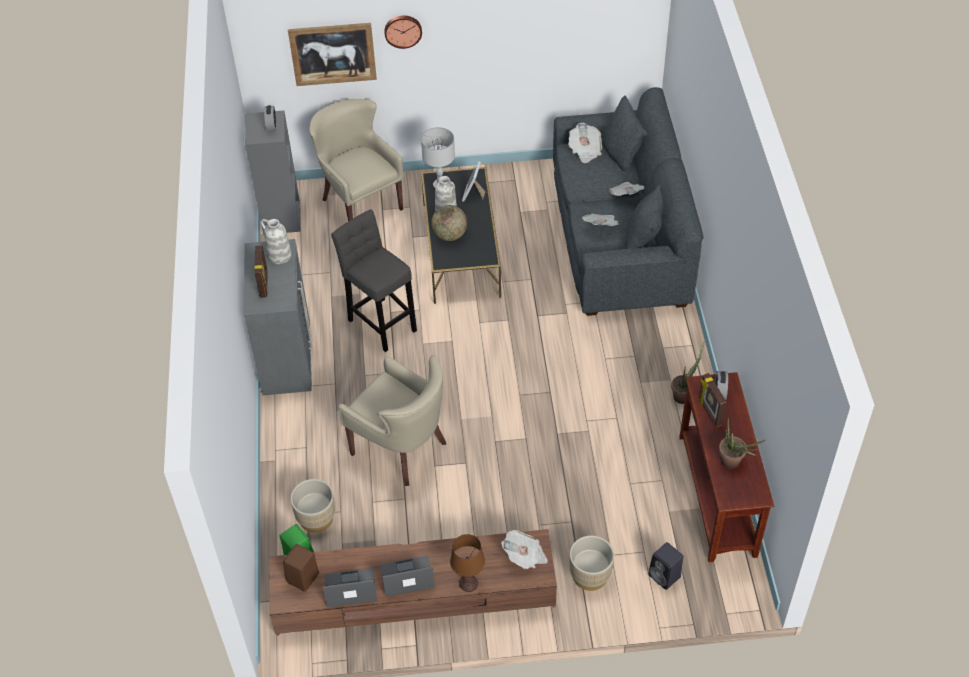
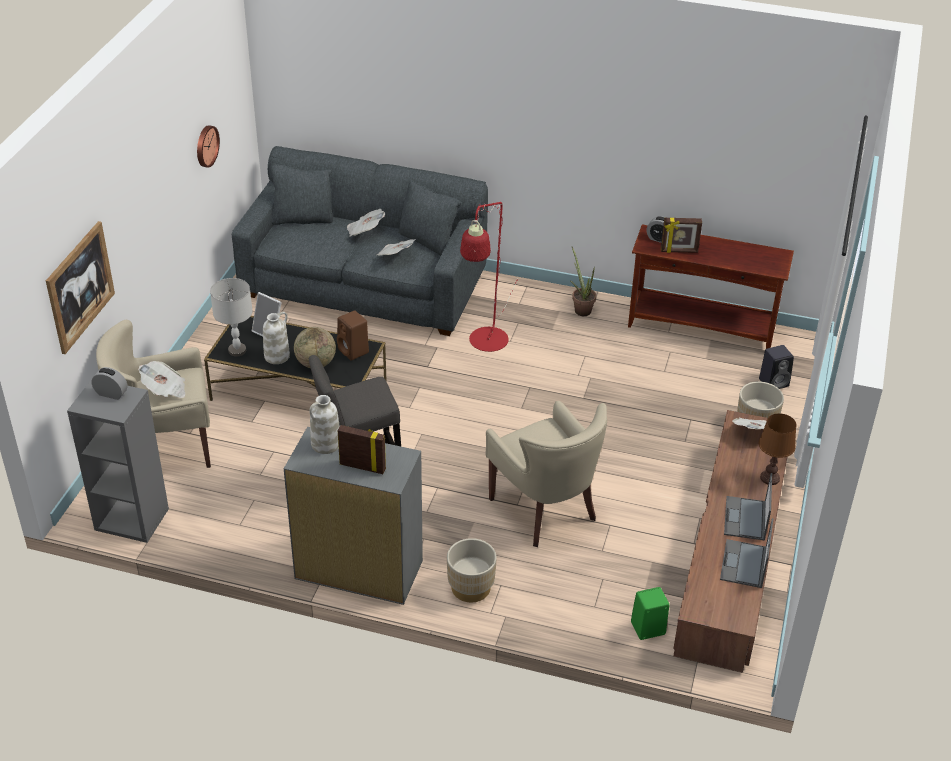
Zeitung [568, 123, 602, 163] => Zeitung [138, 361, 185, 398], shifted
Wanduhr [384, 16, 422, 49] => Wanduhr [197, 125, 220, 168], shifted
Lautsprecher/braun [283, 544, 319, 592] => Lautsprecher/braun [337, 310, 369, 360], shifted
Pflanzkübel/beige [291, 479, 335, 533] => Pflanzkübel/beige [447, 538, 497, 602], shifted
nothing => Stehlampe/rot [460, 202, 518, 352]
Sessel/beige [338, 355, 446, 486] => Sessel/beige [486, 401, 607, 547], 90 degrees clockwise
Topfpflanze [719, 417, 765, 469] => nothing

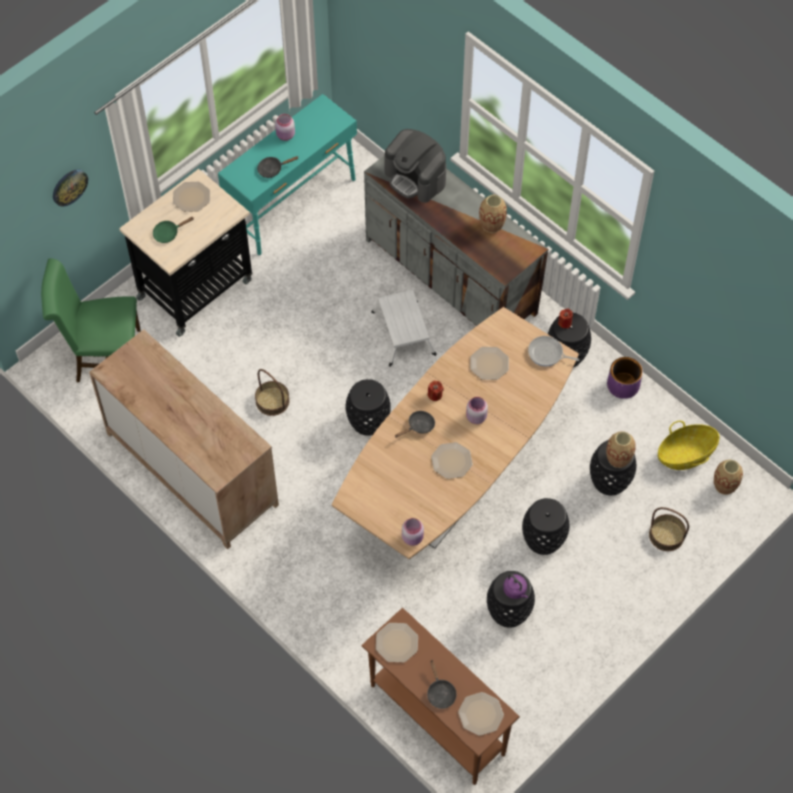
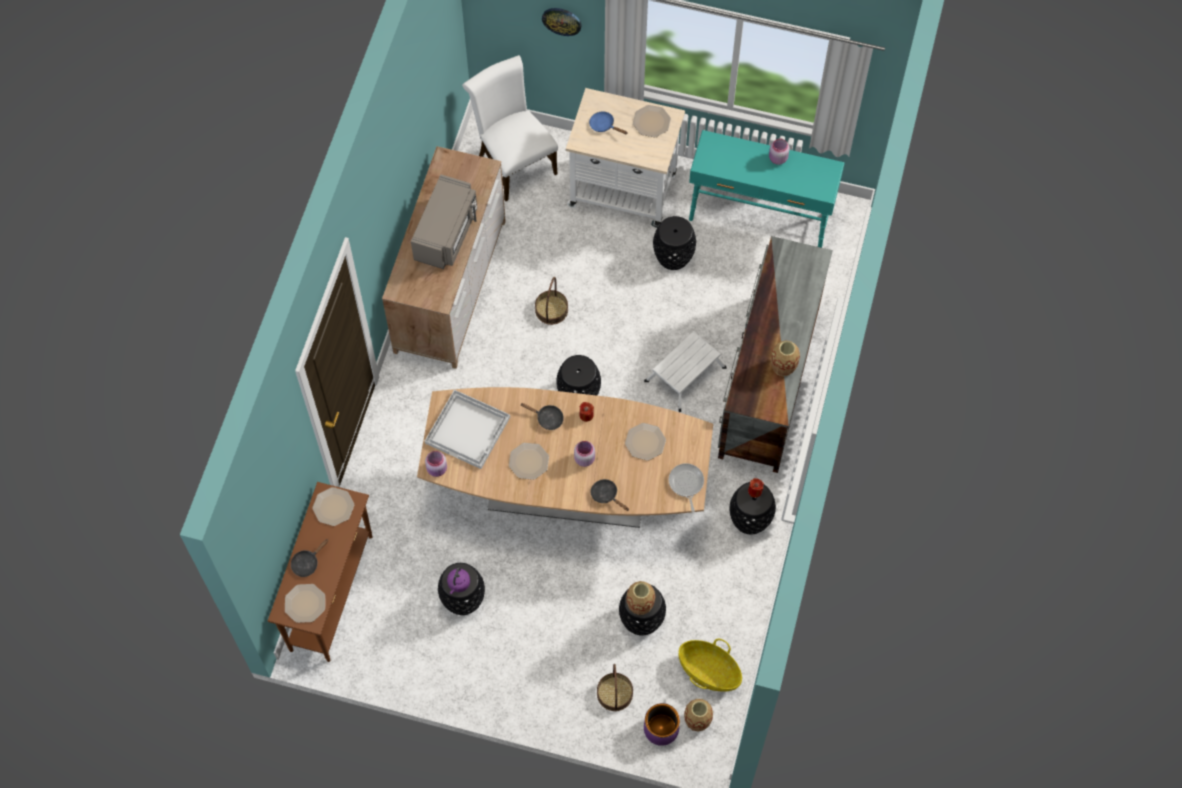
nothing => Mikrowelle/grau [411, 174, 477, 269]
nothing => Tablett/weiß [425, 390, 510, 469]
Stuhl/grün [41, 258, 141, 383] => Stuhl/weiß [462, 55, 558, 201]
Rollwagen/schwarz [119, 169, 252, 337] => Rollwagen/weiß [566, 88, 685, 228]
Pfanne/grün [153, 217, 194, 243] => Pfanne/blau [589, 112, 628, 134]
Pfanne/schwarz [257, 156, 298, 178] => Pfanne/schwarz [590, 479, 629, 511], shifted
Pflanzkübel/lila [607, 357, 643, 399] => Pflanzkübel/lila [644, 703, 680, 746], shifted
Hocker/schwarz [522, 498, 569, 555] => Hocker/schwarz [653, 216, 696, 270], shifted
Kaffeemaschine [384, 129, 446, 203] => nothing

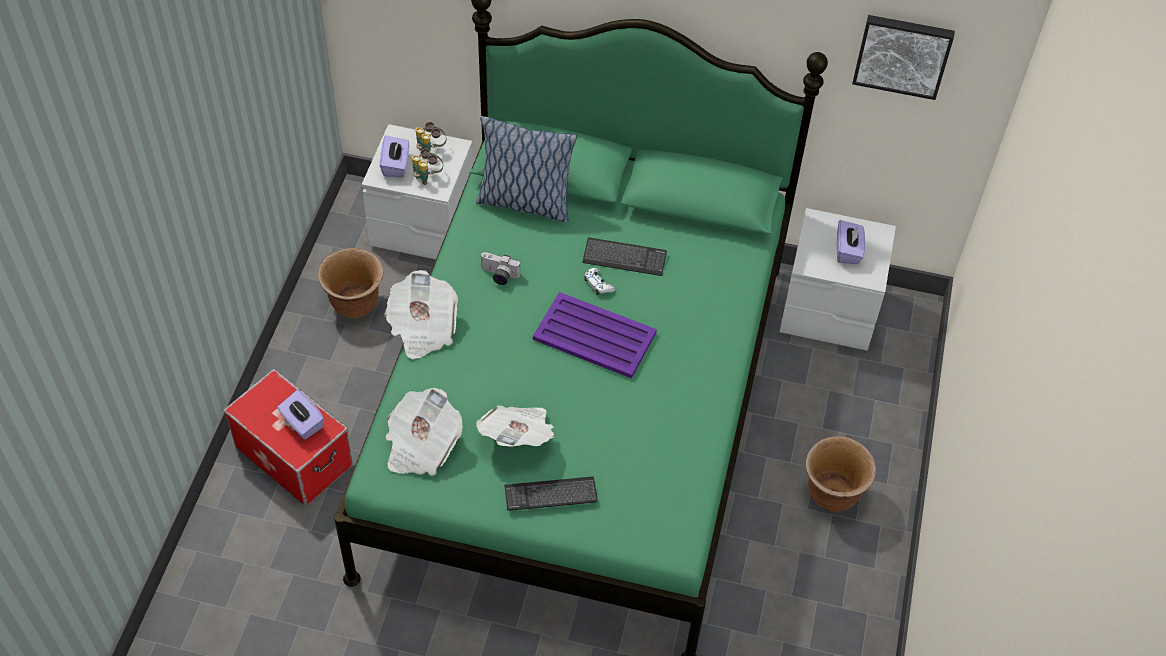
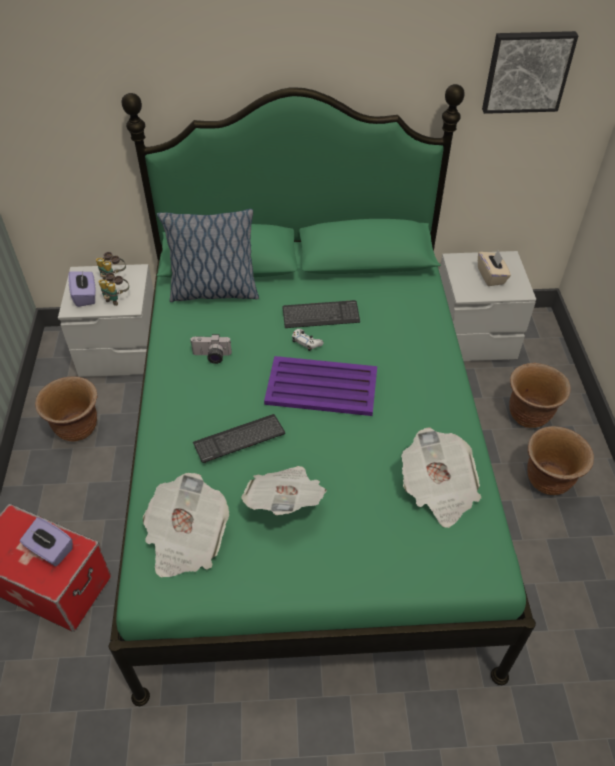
Tastatur [504, 476, 598, 511] => Tastatur [193, 414, 285, 463], shifted
Zeitung [385, 270, 458, 359] => Zeitung [401, 427, 481, 528], shifted
Taschentuchbox/lila [837, 220, 865, 264] => Taschentuchbox/beige [478, 250, 511, 286]
nothing => Pflanzkübel/braun [509, 363, 571, 428]

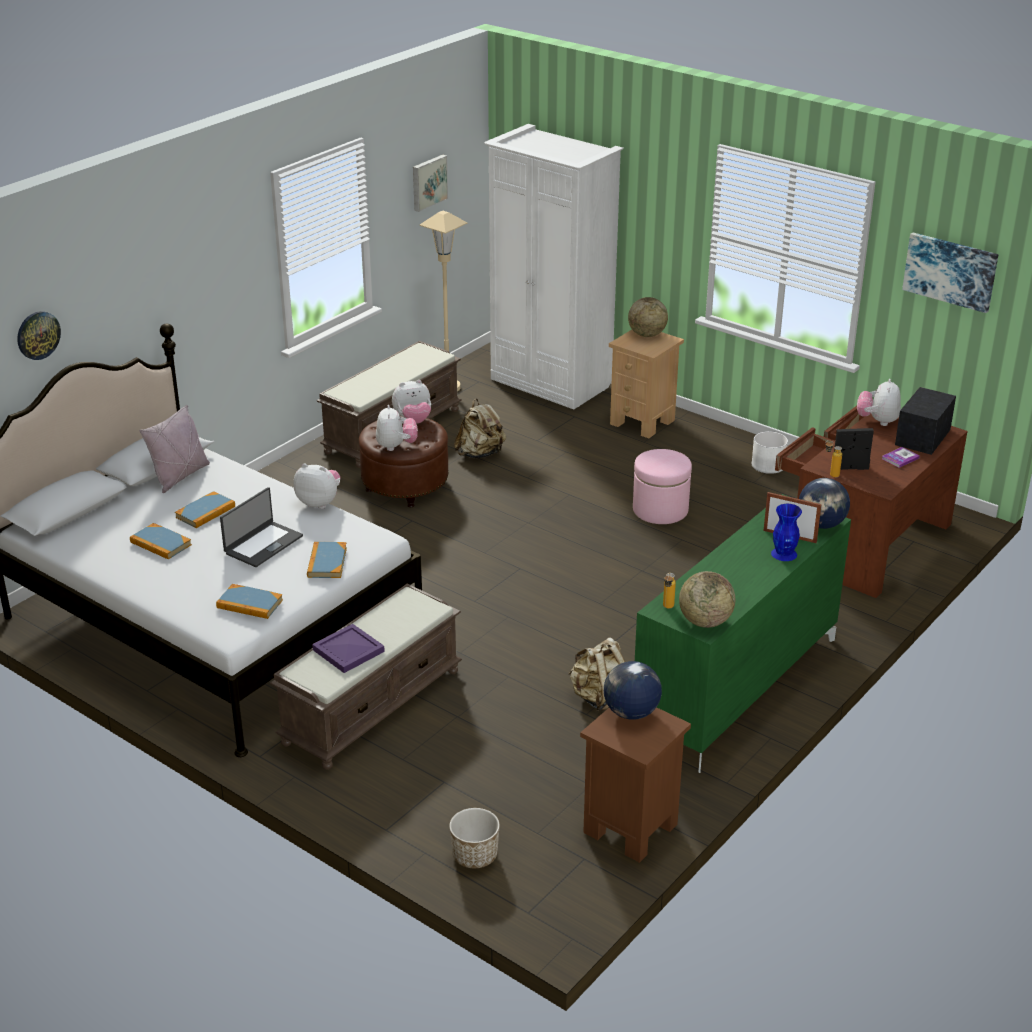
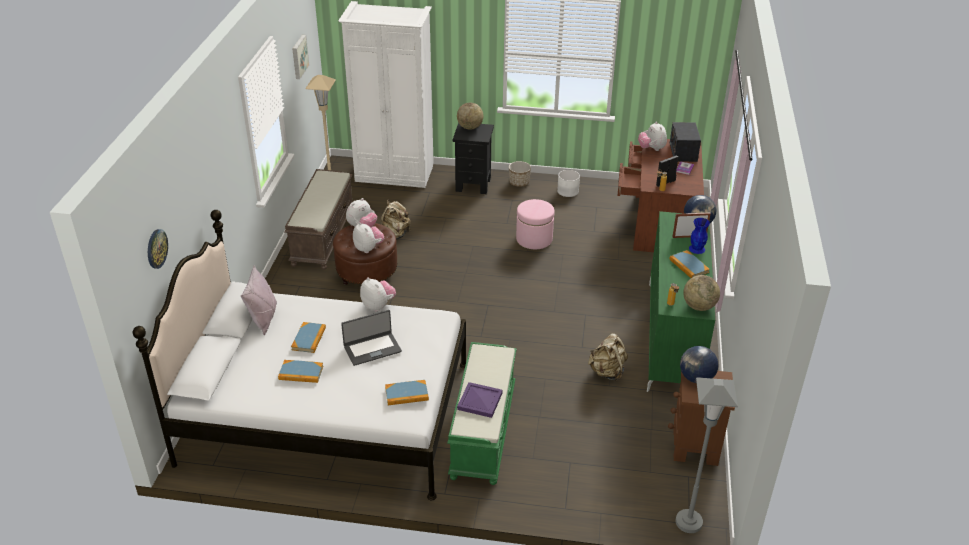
Laptop [220, 487, 303, 567] => Laptop [341, 310, 402, 366], 60 degrees clockwise
Plüschtier [293, 463, 340, 509] => Plüschtier [360, 277, 396, 312], 60 degrees clockwise
Bank/braun [270, 584, 462, 770] => Bank/grün [447, 342, 517, 485]
Nachttisch/beige [609, 330, 684, 438] => Nachttisch/schwarz [453, 123, 494, 194]
Pflanzkübel [449, 808, 500, 868] => Pflanzkübel [509, 161, 531, 187], shifted
Buch [307, 542, 347, 578] => Buch [669, 250, 710, 278], shifted
nothing => Stehlampe/grau [676, 377, 738, 533]
Bild [902, 232, 998, 313] => nothing

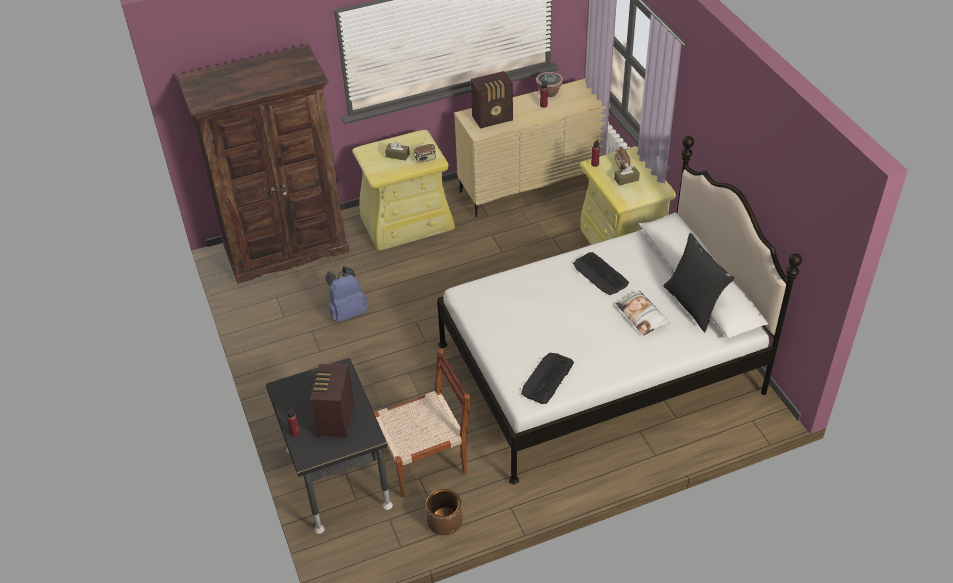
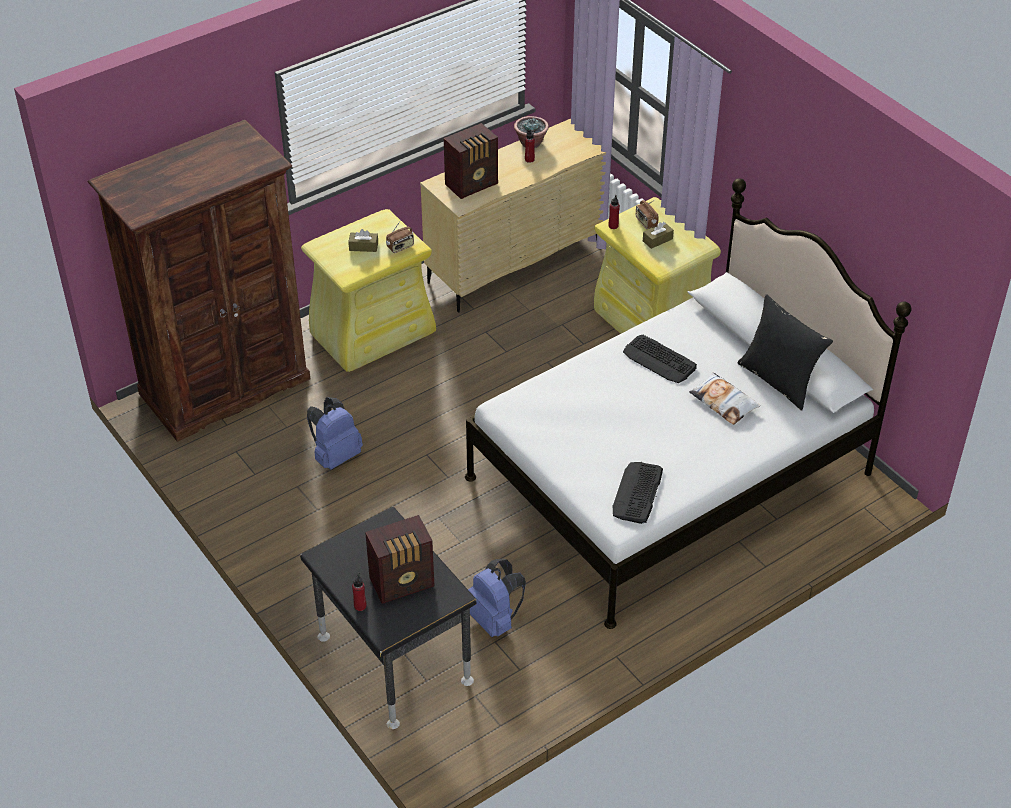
Radio [310, 364, 354, 438] => Radio [365, 515, 435, 604], 105 degrees counterclockwise
Stuhl [374, 349, 471, 497] => Rucksack/blau [468, 559, 526, 637]
Pflanzkübel/braun [426, 489, 463, 535] => nothing

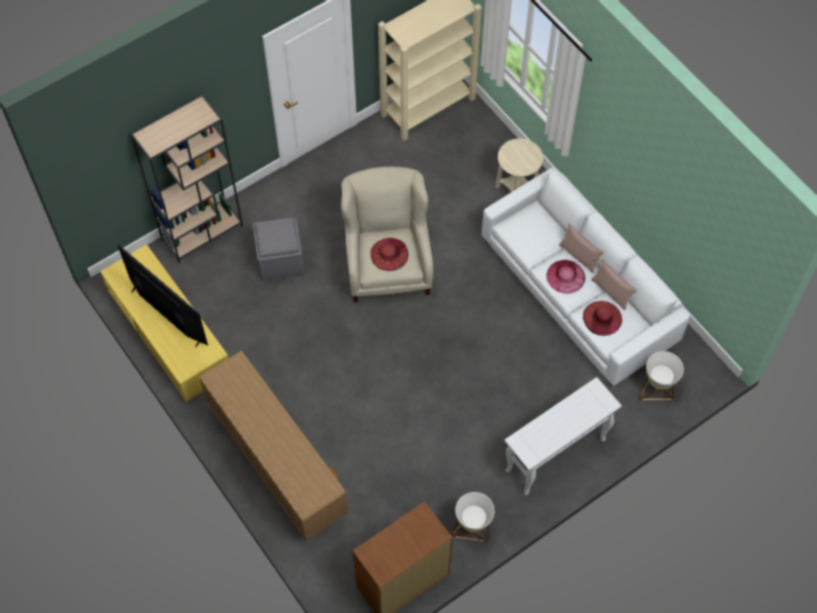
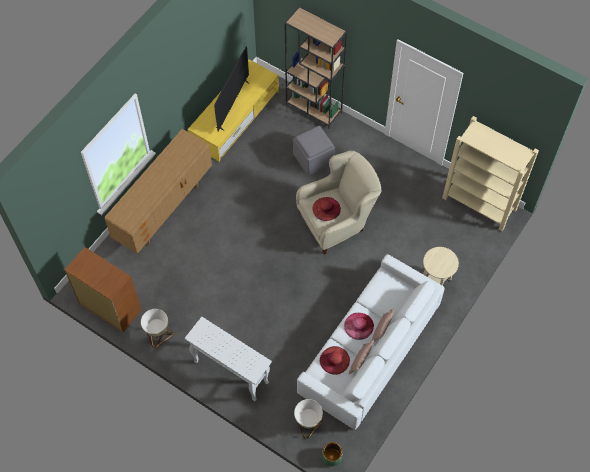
nothing => Pflanzkübel/grün [322, 442, 343, 466]

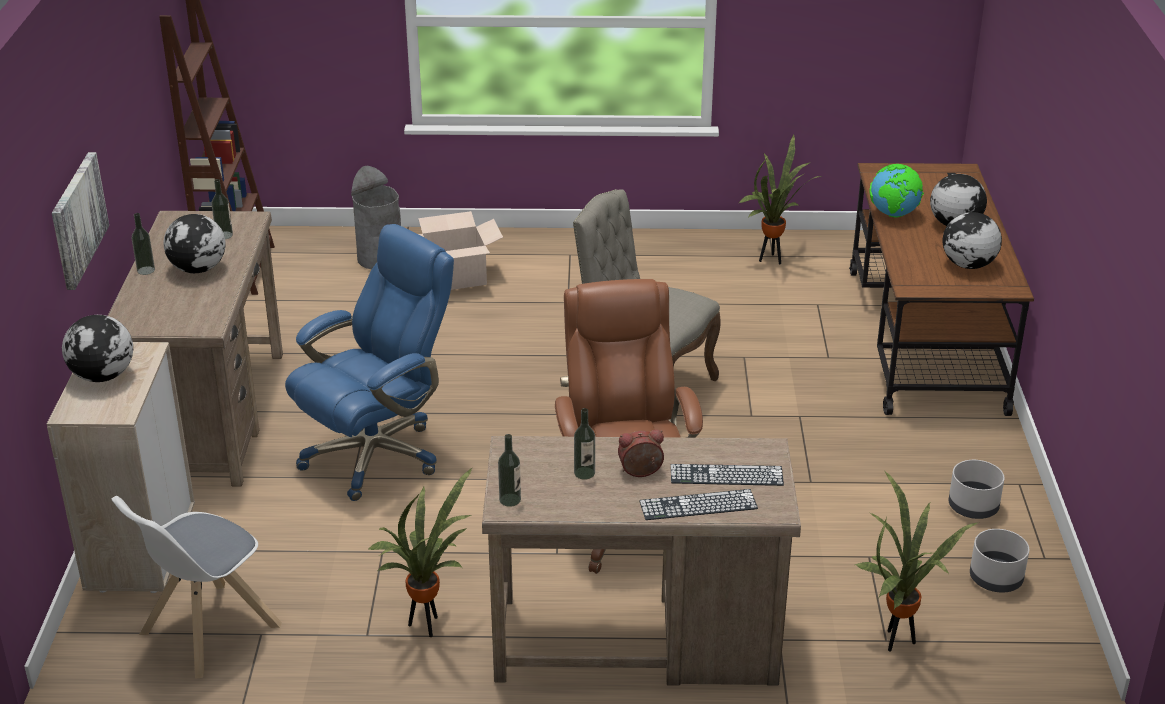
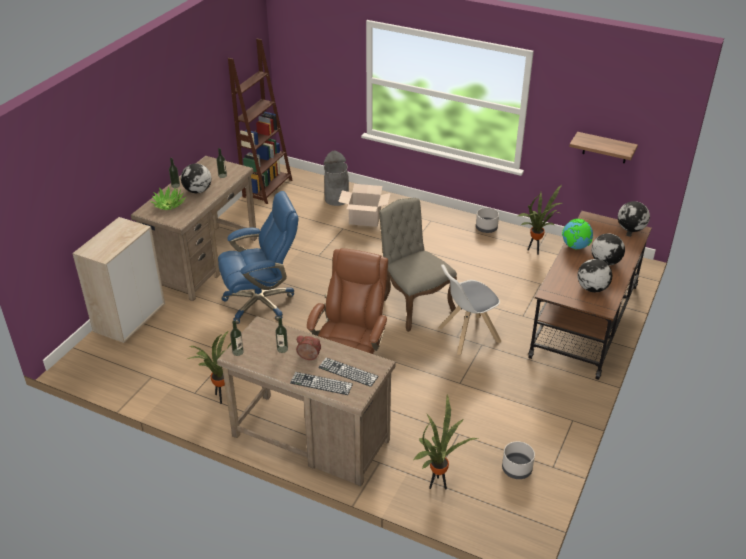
nothing => Topfpflanze [150, 186, 186, 210]
Stuhl [112, 496, 282, 679] => Stuhl [438, 264, 501, 355], shifted
Pflanzkübel/grau [948, 460, 1004, 519] => Pflanzkübel/grau [476, 208, 499, 233], shifted
nothing => Wandregal [569, 132, 638, 163]
Globus [62, 315, 133, 382] => Globus [618, 201, 650, 232], shifted
Bild [52, 152, 109, 290] => nothing

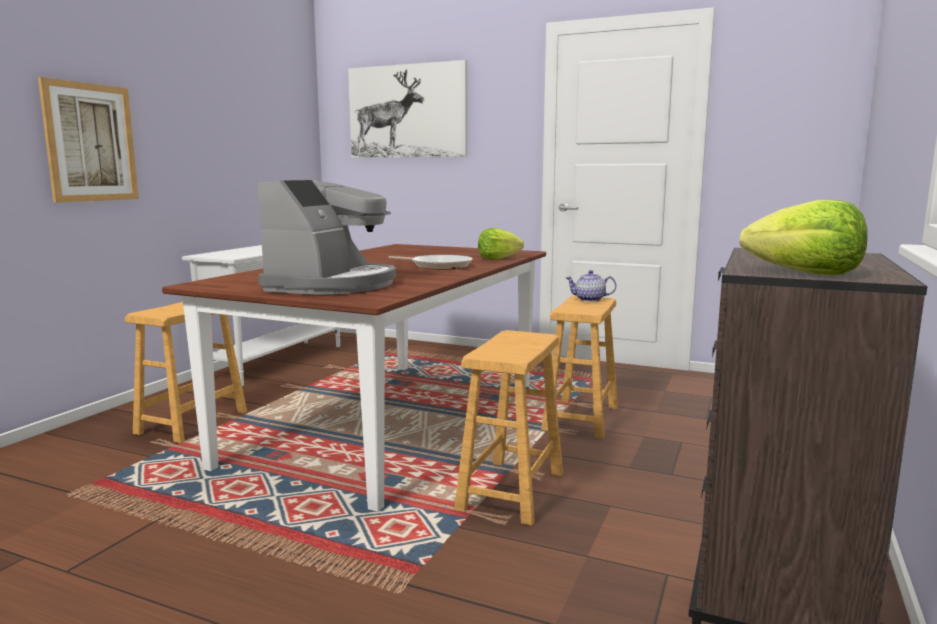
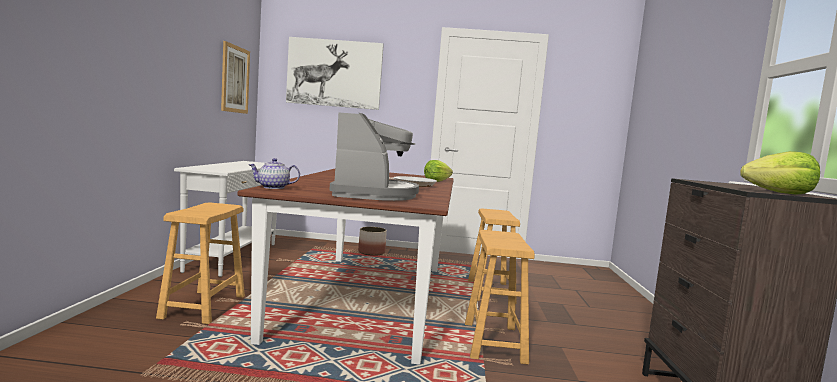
Bild [38, 77, 139, 203] => Bild [221, 41, 250, 114], shifted
Teekanne [565, 270, 616, 302] => Teekanne [249, 158, 300, 189], shifted
nothing => Pflanzkübel [358, 227, 387, 256]

